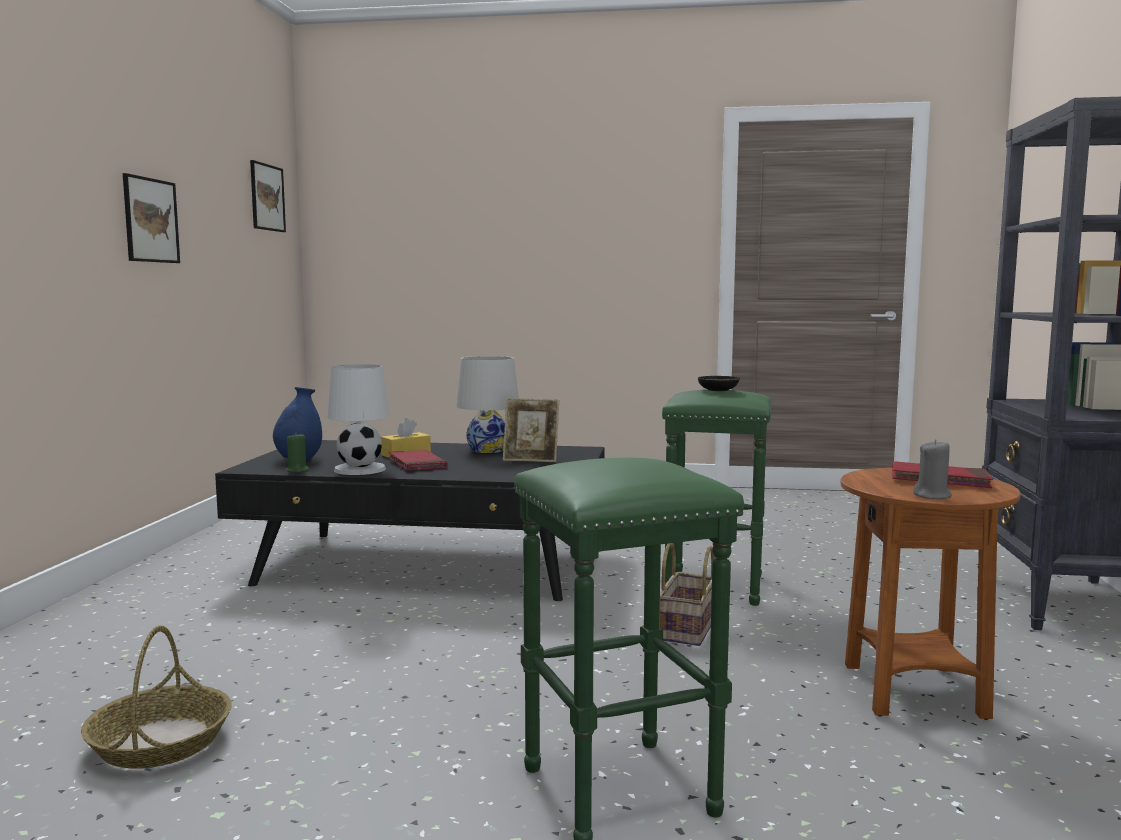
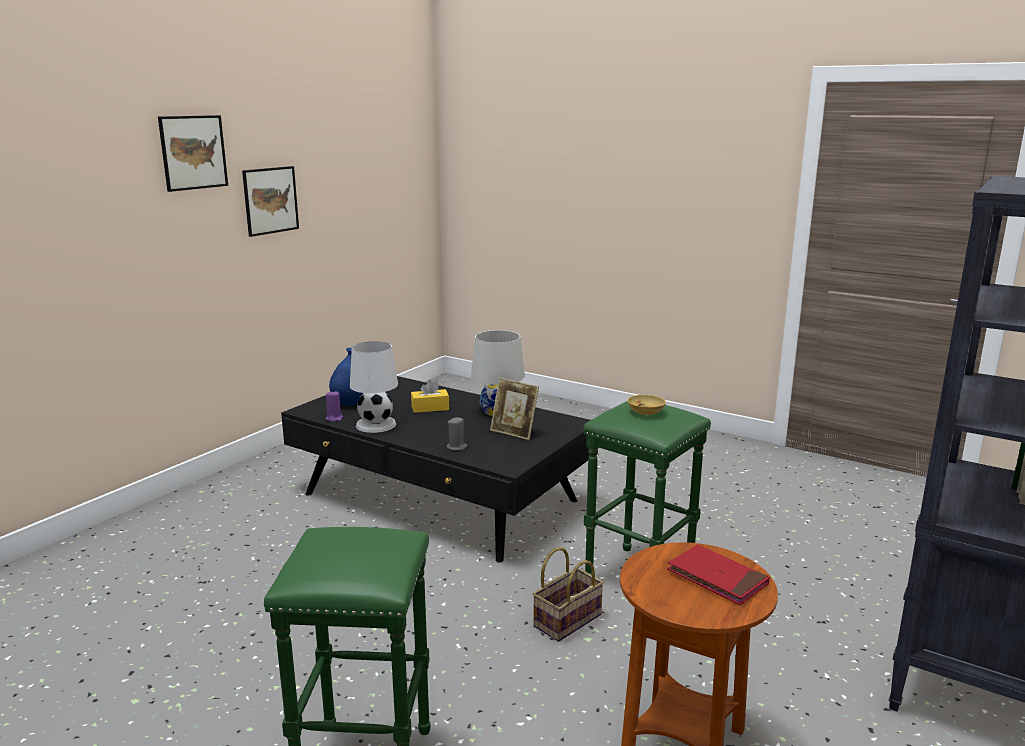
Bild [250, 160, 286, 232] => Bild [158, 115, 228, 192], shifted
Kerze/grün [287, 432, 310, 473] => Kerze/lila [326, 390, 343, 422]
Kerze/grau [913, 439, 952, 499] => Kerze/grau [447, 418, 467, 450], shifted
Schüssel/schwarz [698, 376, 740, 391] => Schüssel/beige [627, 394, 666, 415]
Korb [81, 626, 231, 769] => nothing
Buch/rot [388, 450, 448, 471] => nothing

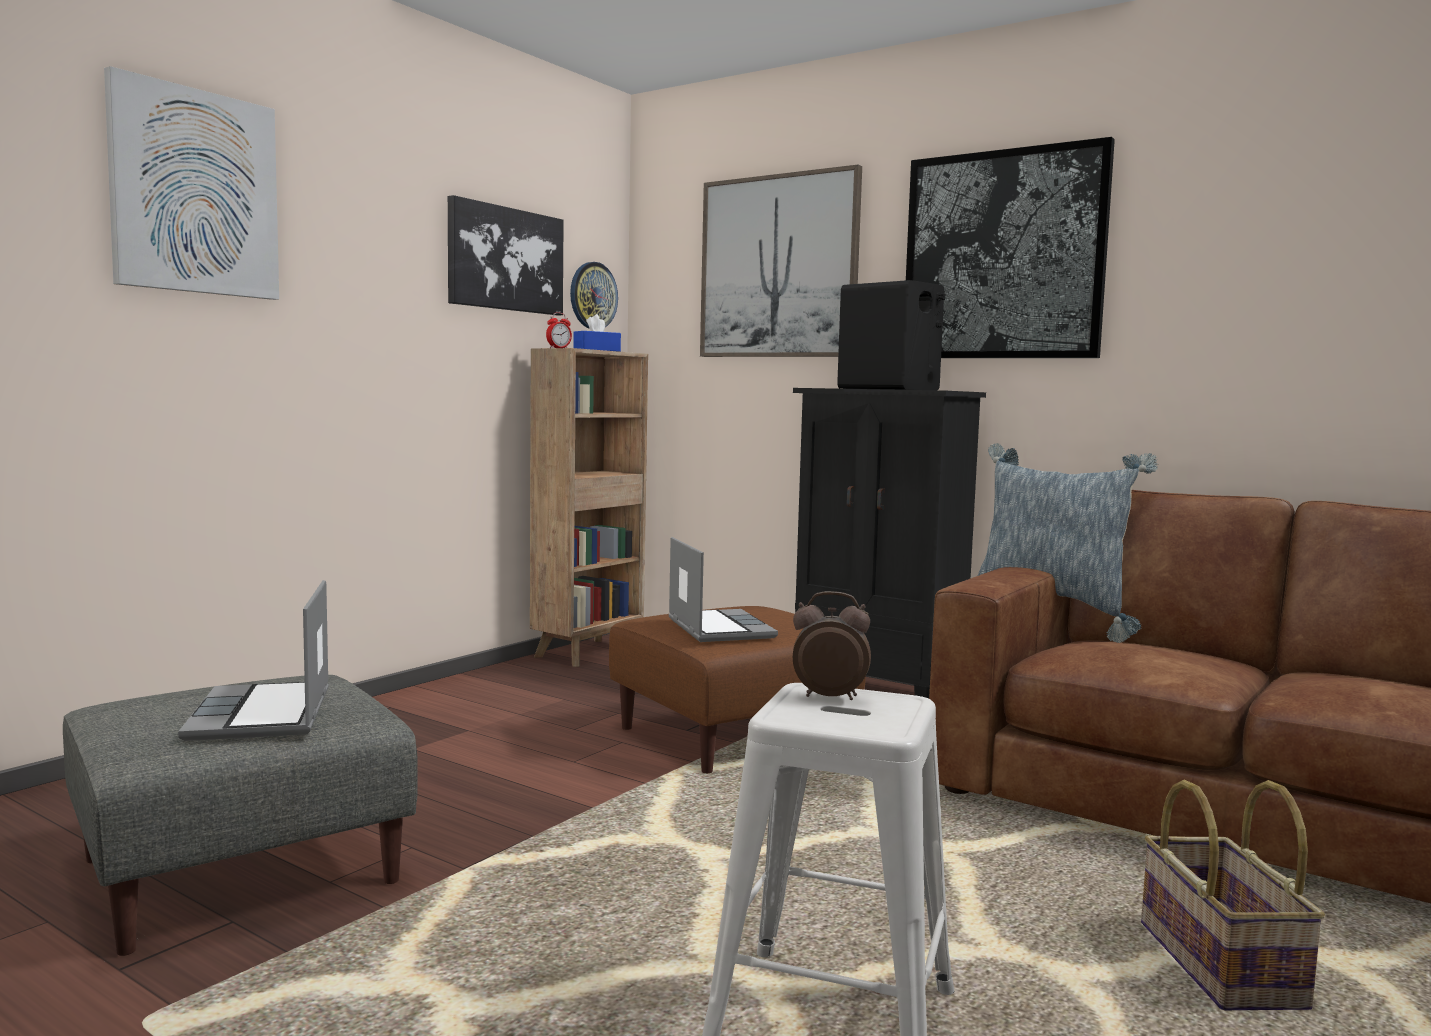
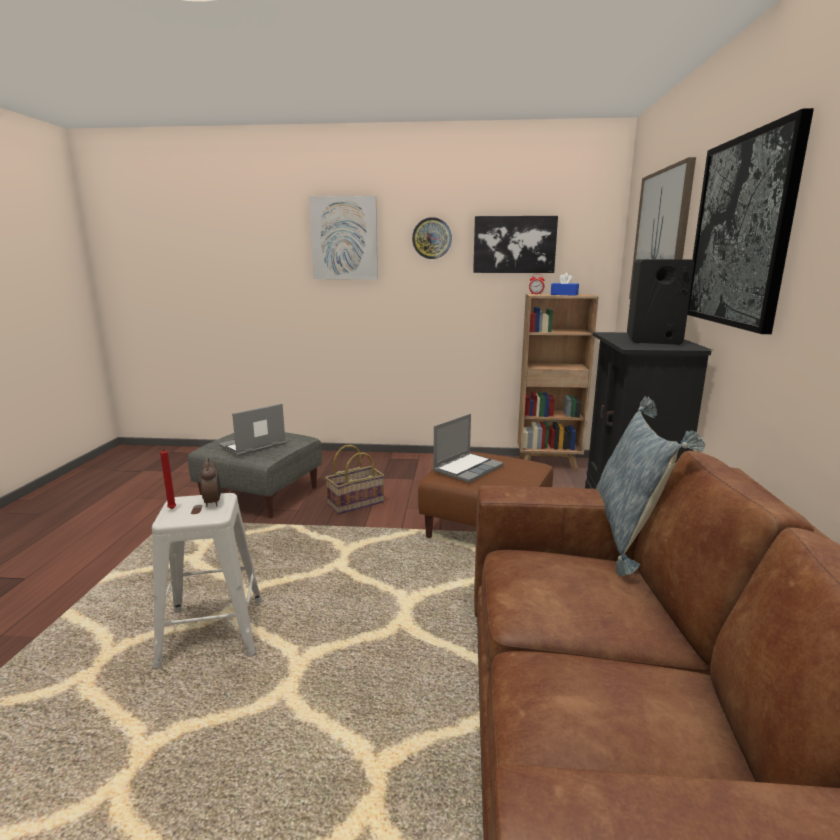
nothing => Kerze/rot [159, 448, 176, 509]
Korb [1141, 780, 1325, 1010] => Korb [325, 445, 384, 514], shifted
Wanduhr [570, 262, 618, 329] => Wanduhr [412, 217, 452, 259], shifted

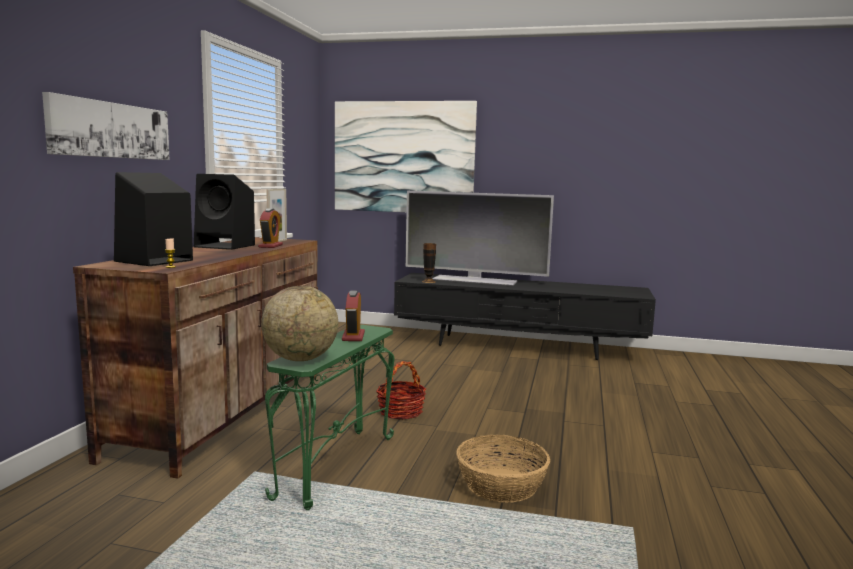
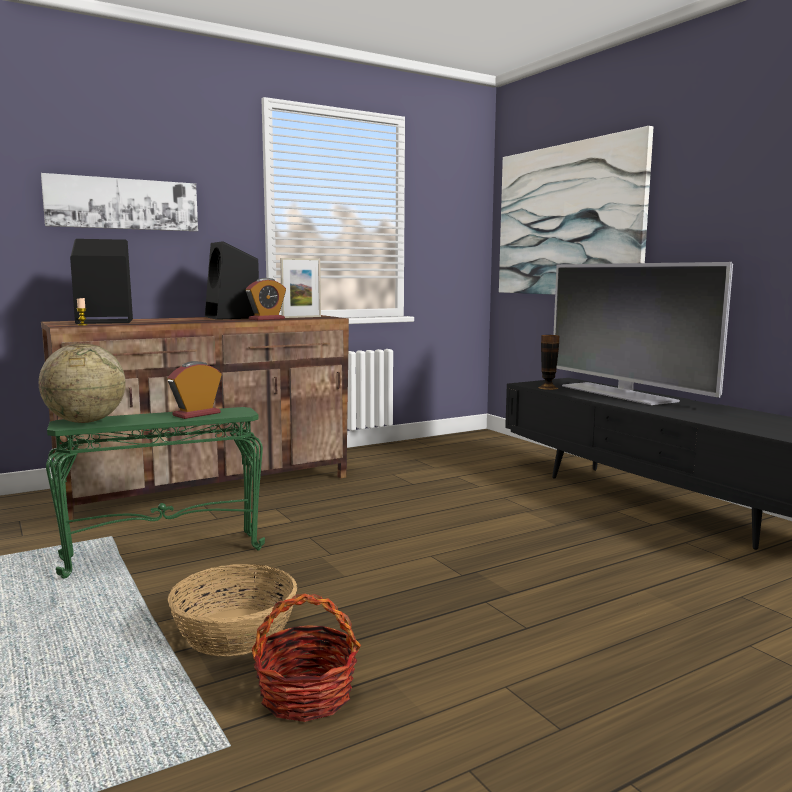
Korb [376, 361, 426, 419] => Korb [252, 593, 361, 722], shifted

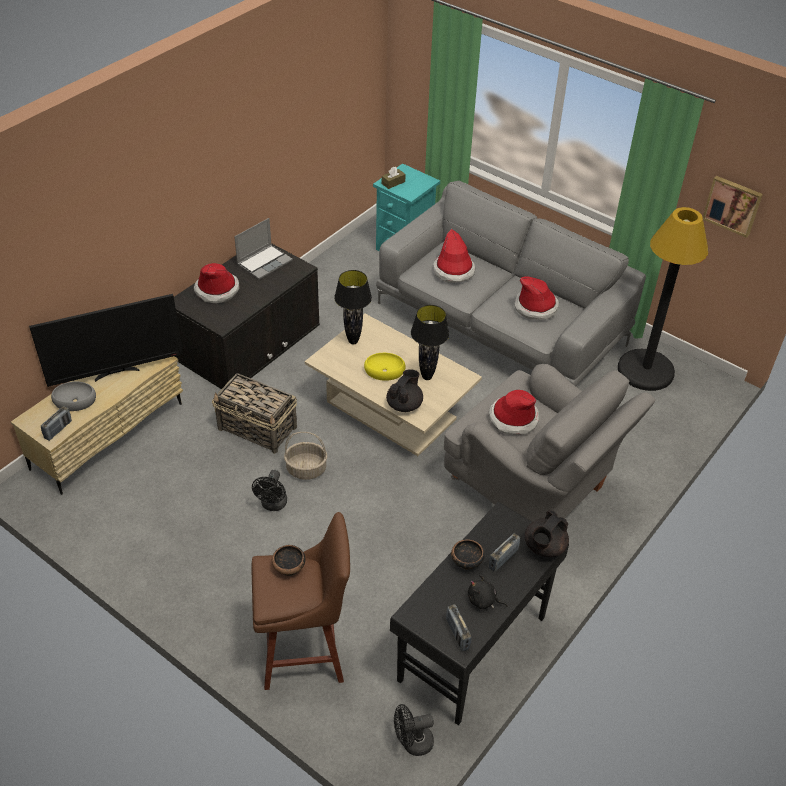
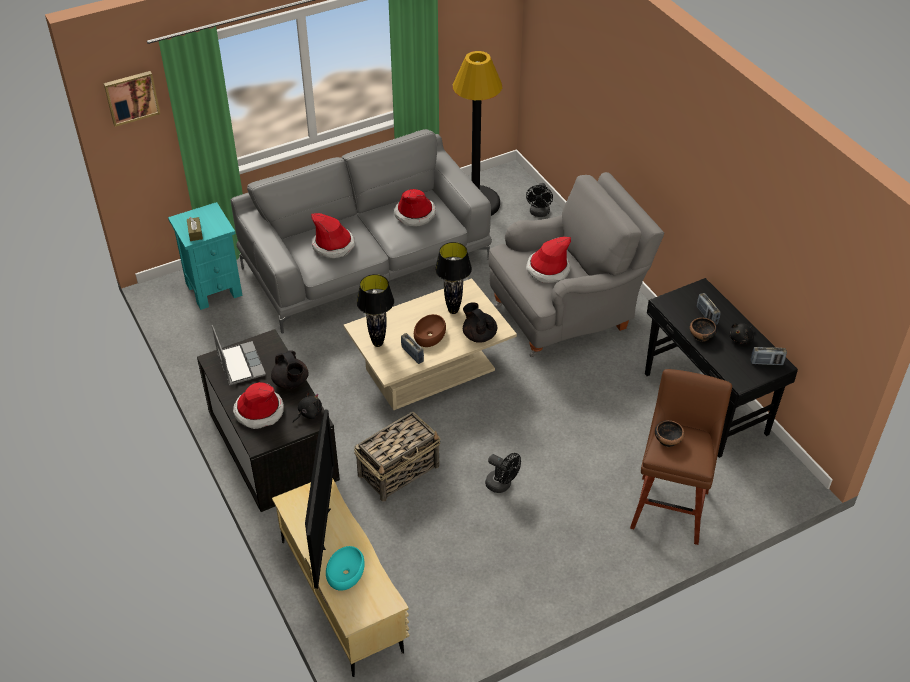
Bild [703, 176, 763, 238] => Bild [103, 71, 160, 127], shifted
Teekanne/schwarz [525, 510, 569, 557] => Teekanne/schwarz [271, 350, 309, 389], shifted
nothing => Plüschtier/schwarz [293, 391, 322, 423]
Schüssel/grau [51, 382, 96, 411] => Schüssel/türkis [326, 546, 365, 591]
Radio [41, 406, 72, 441] => Radio [401, 333, 424, 364], shifted
Schüssel/gelb [364, 353, 405, 381] => Schüssel/braun [414, 314, 446, 347]
Ventilator/schwarz [394, 704, 434, 756] => Ventilator/schwarz [526, 183, 553, 217], shifted
Korb [284, 432, 327, 480] => nothing

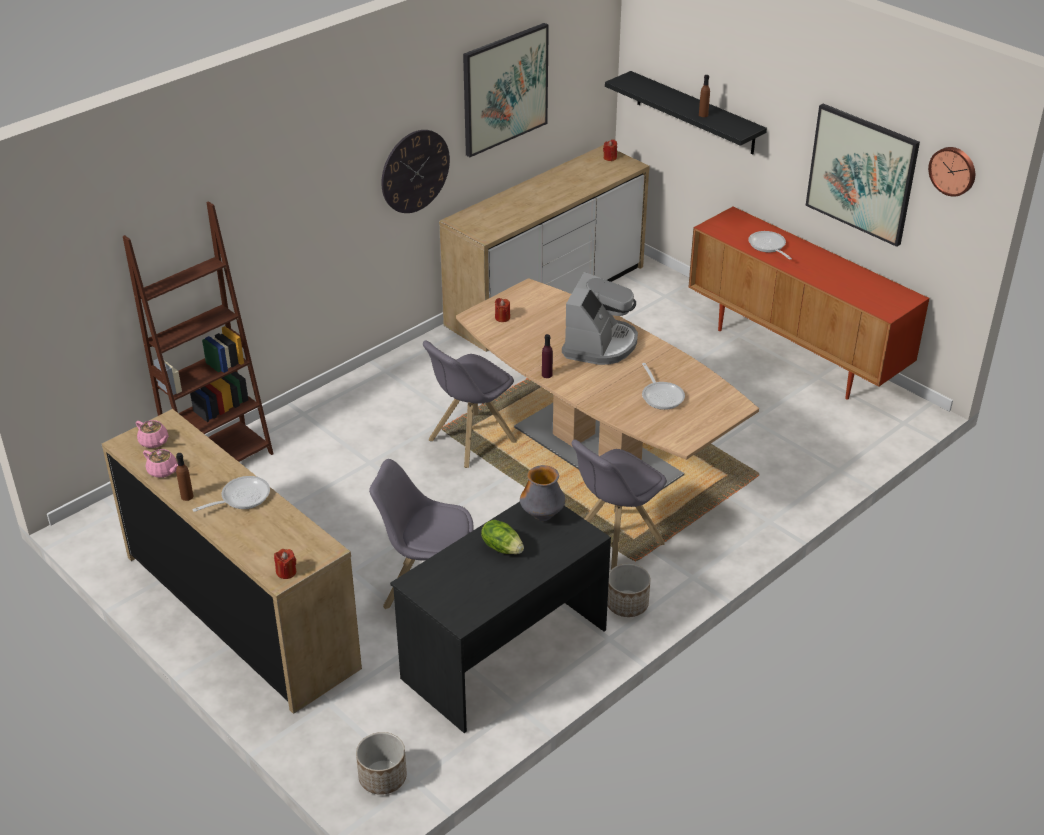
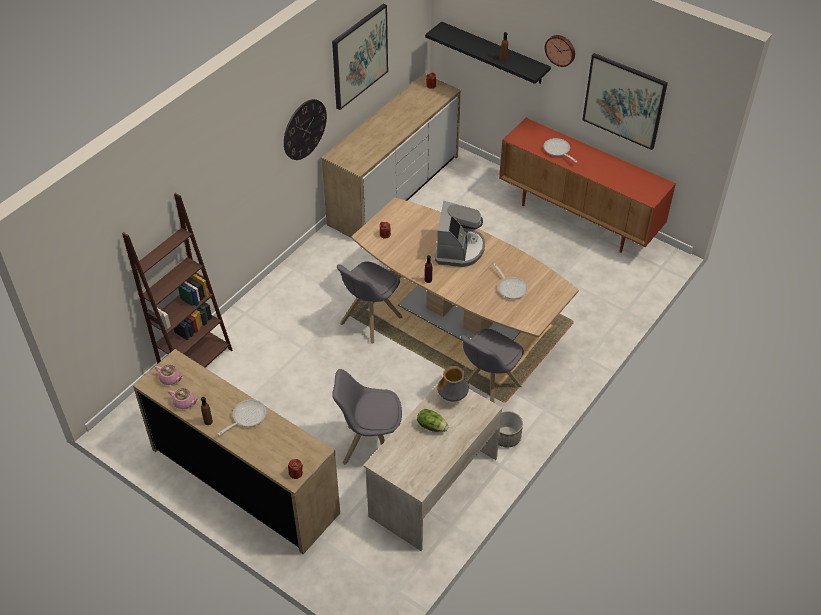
Schreibtisch/schwarz [390, 502, 611, 733] => Schreibtisch/beige [363, 384, 502, 551]
Wanduhr [928, 147, 975, 197] => Wanduhr [545, 35, 575, 67], shifted
Pflanzkübel [356, 732, 407, 795] => nothing

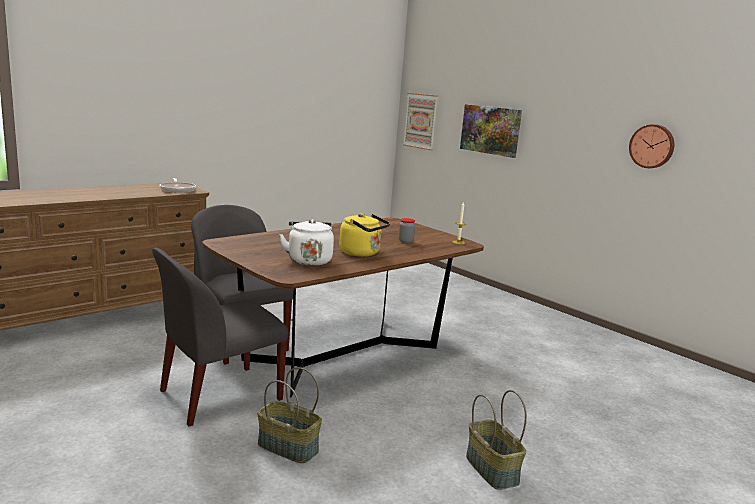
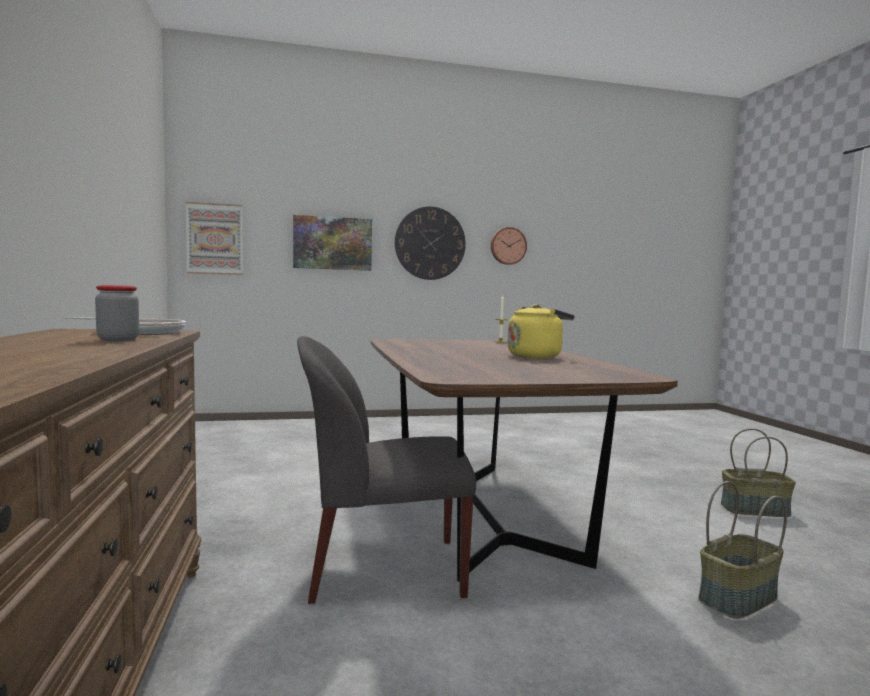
Vorratsglas [398, 218, 415, 243] => Vorratsglas [95, 285, 139, 342], shifted
nothing => Wanduhr [395, 206, 466, 280]
Stuhl/grau [152, 248, 289, 426] => nothing
Wasserkessel/weiß [279, 219, 334, 266] => nothing

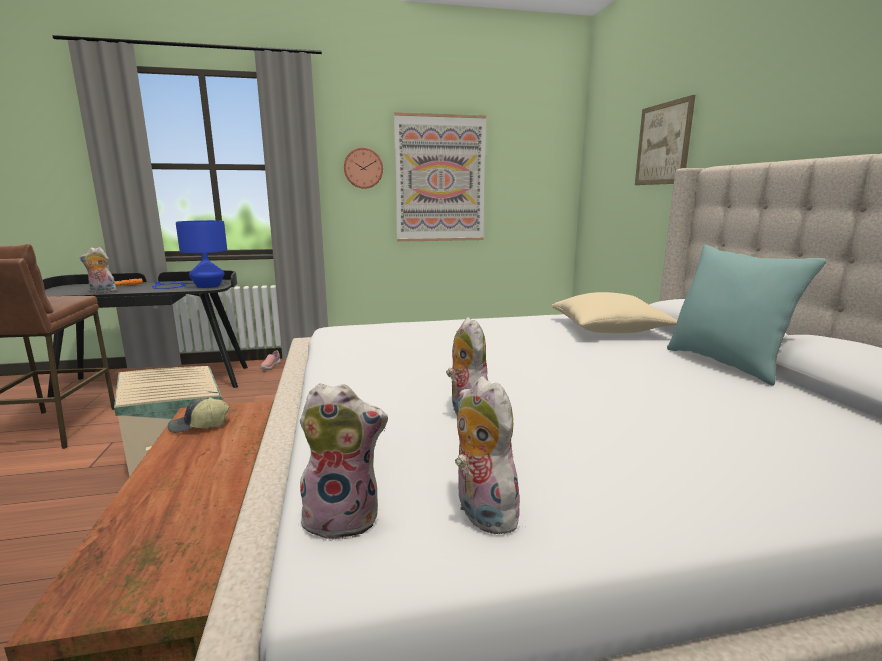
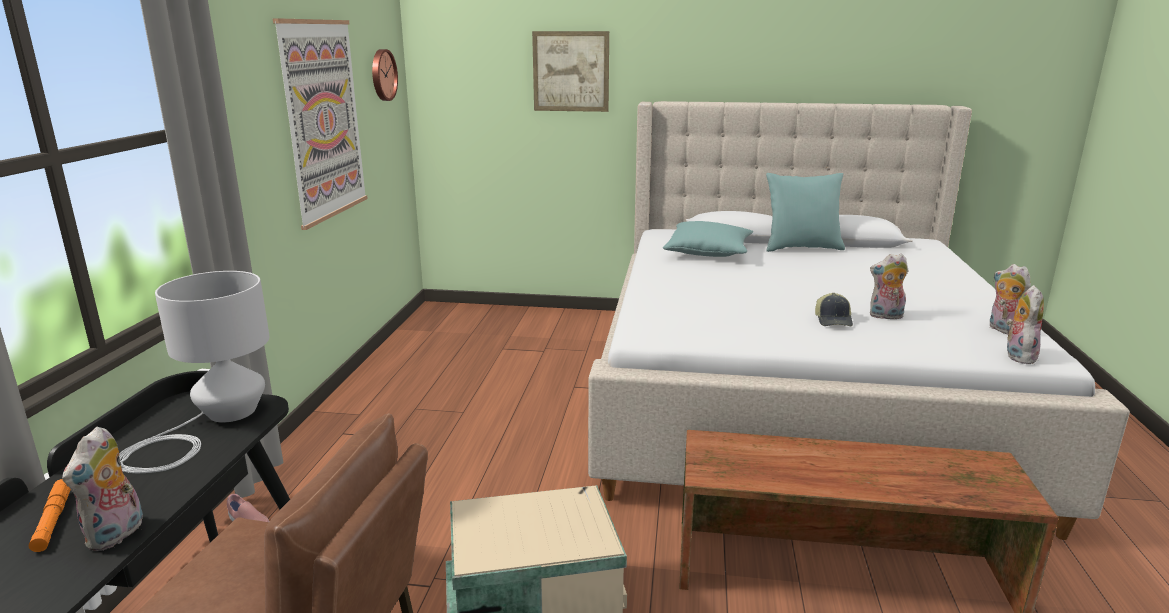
Tischlampe/blau [152, 220, 227, 289] => Tischlampe/grau [119, 271, 269, 473]
Wanduhr [344, 148, 383, 189] => Wanduhr [372, 49, 398, 101], shifted
Kissen/beige [551, 292, 677, 333] => Kissen/türkis [663, 221, 753, 257]
Kappe [168, 397, 230, 433] => Kappe [815, 293, 853, 326], shifted
Plüschtier [455, 376, 525, 534] => Plüschtier [990, 264, 1031, 334], 75 degrees clockwise

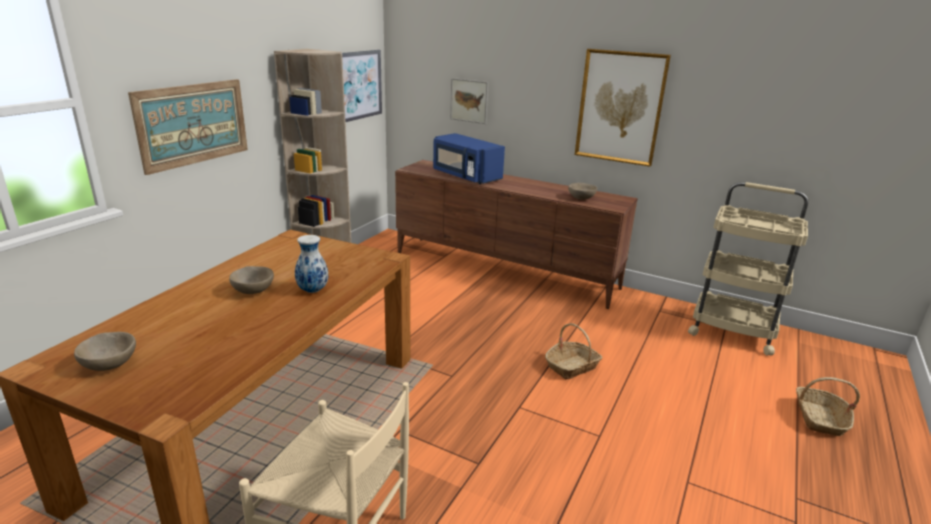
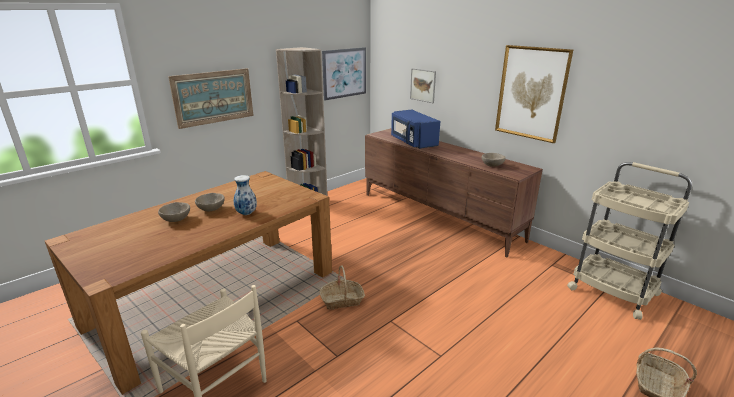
Schüssel/beige [74, 332, 136, 371] => Schüssel/beige [158, 202, 190, 222], shifted
Korb [545, 323, 603, 379] => Korb [319, 266, 365, 310], shifted

